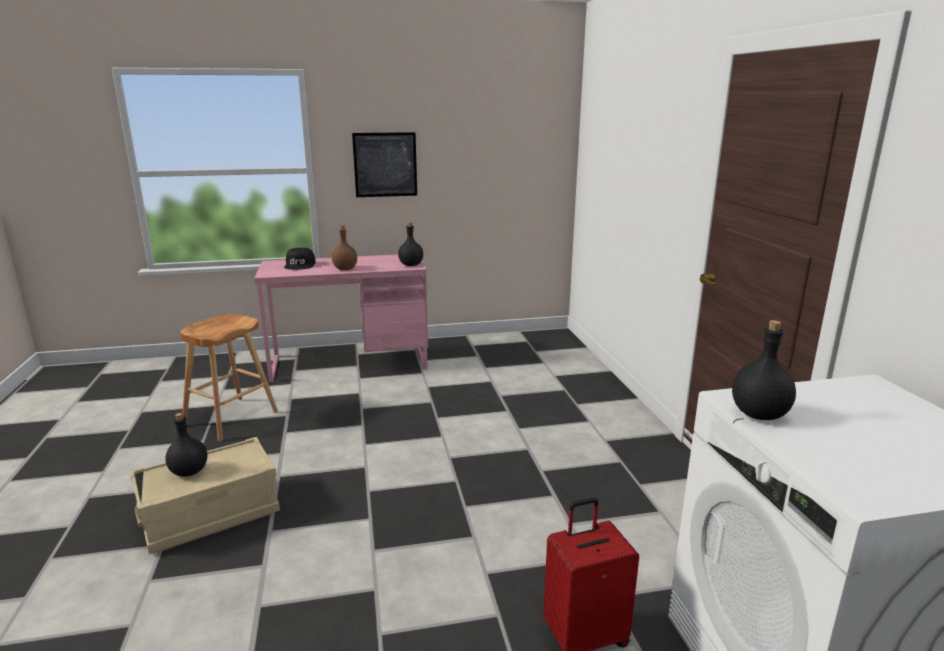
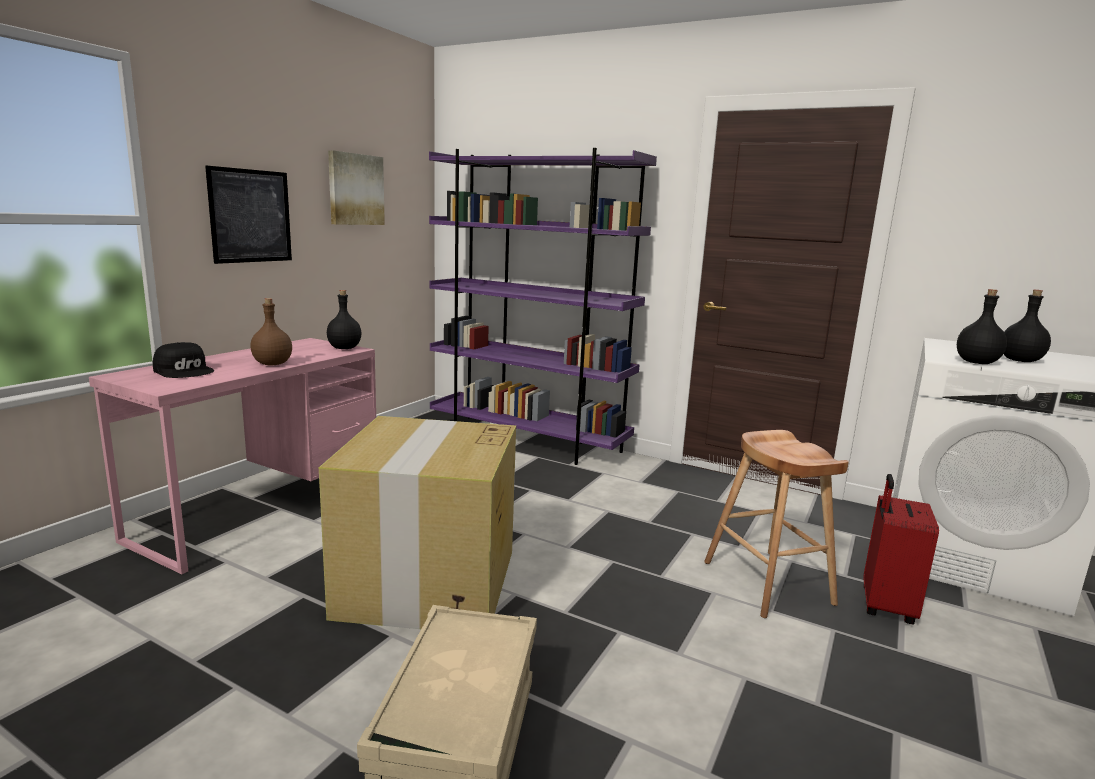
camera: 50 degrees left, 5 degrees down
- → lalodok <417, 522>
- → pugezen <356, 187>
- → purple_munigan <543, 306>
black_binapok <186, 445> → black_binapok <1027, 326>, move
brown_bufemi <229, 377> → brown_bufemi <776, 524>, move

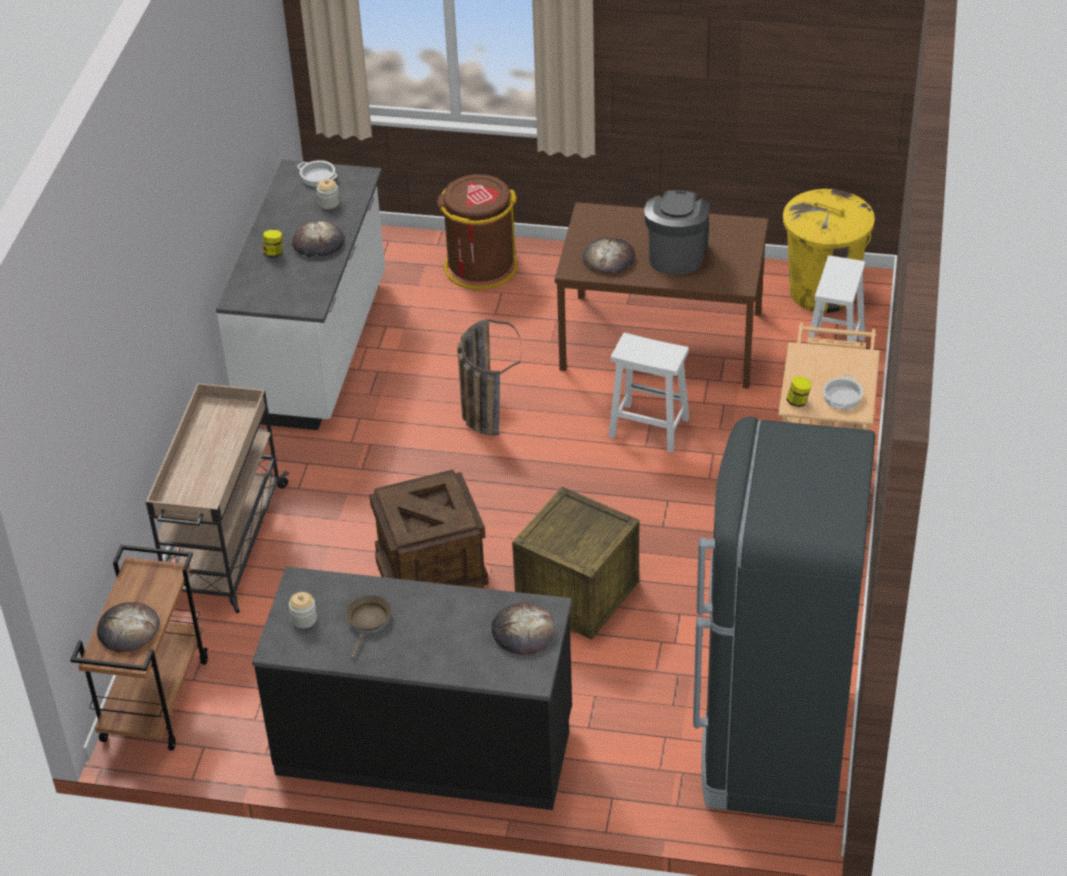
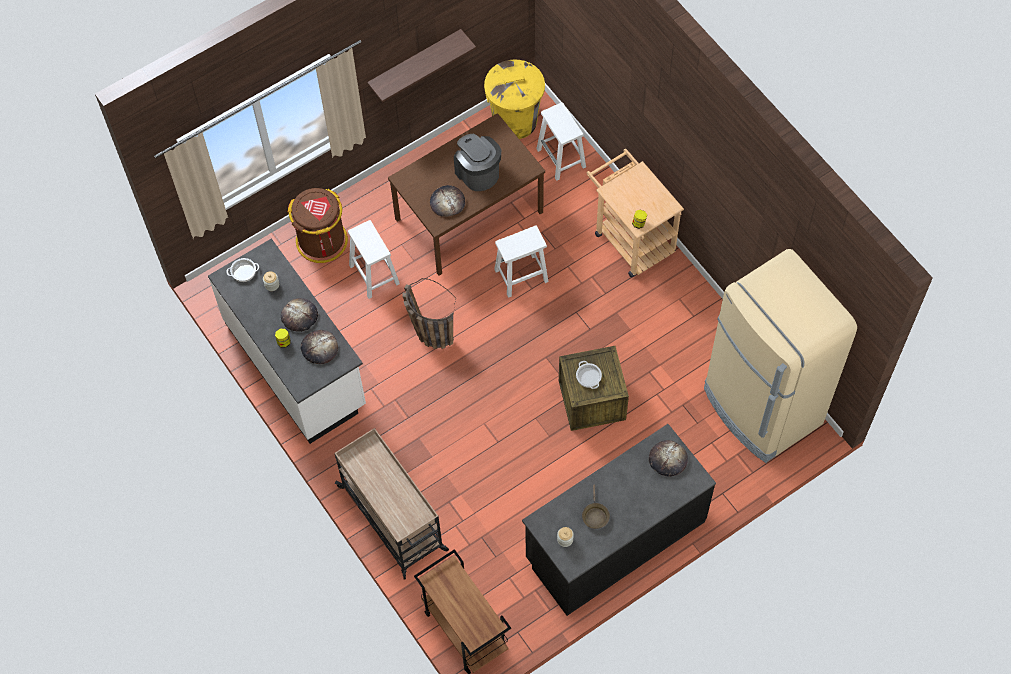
camera: 45 degrees left, 20 degrees up
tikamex <429, 529> → -
- → white_bufemi <374, 259>
- → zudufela <421, 66>
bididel <128, 627> → bididel <319, 347>, move
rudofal <843, 392> → rudofal <589, 375>, move
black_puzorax <784, 620> → beige_puzorax <780, 356>
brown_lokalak <368, 627> → brown_lokalak <596, 507>, 150 degrees counterclockwise

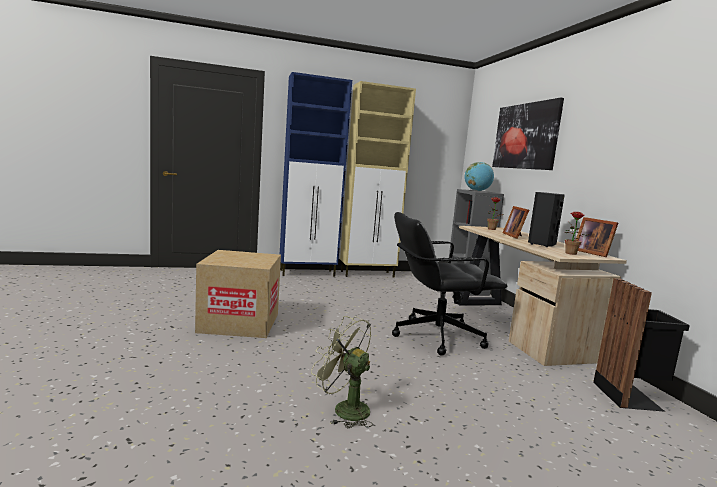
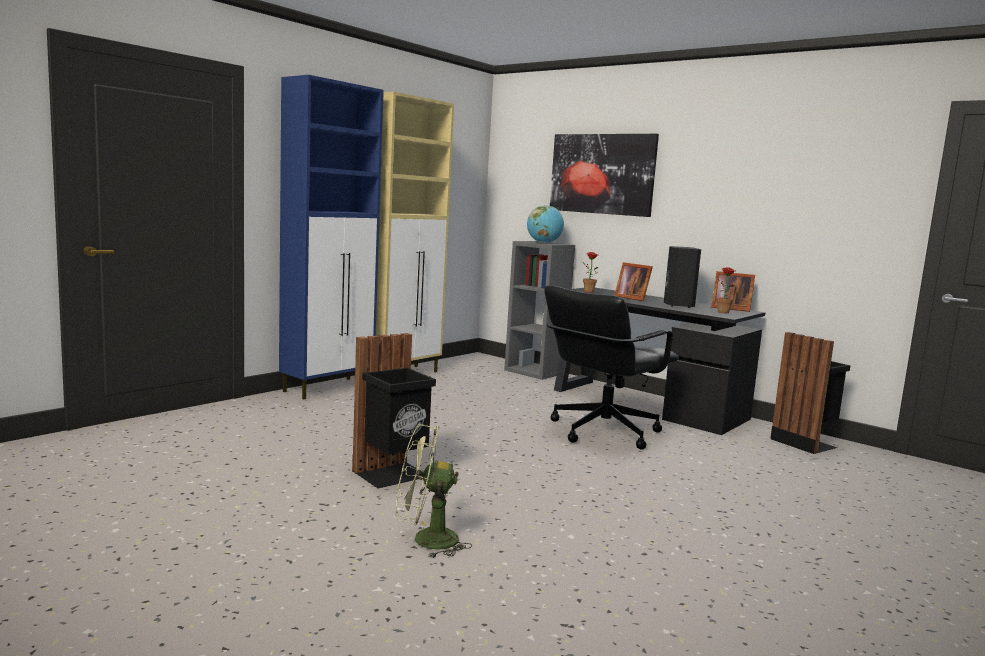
camera: 35 degrees left, 0 degrees up
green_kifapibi <342, 372> → green_kifapibi <434, 491>, move
lalodok <238, 294> → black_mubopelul <394, 411>
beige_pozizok <542, 296> → black_pozizok <659, 361>

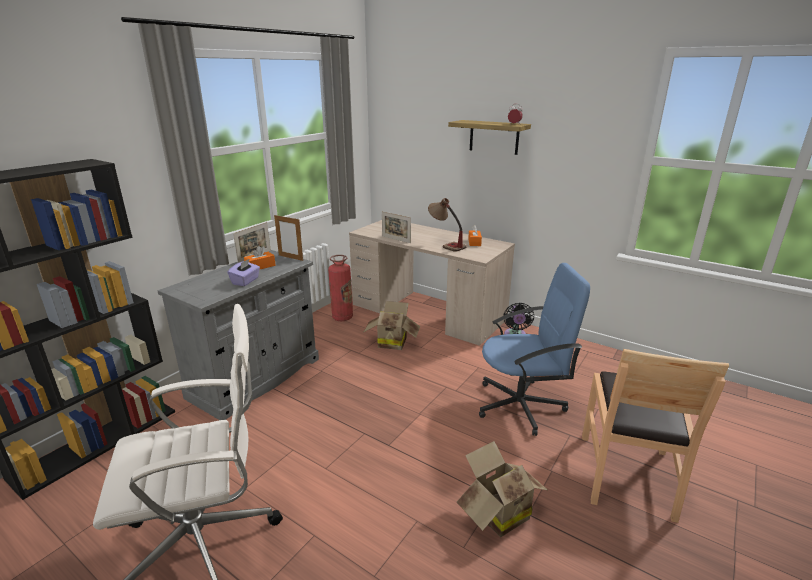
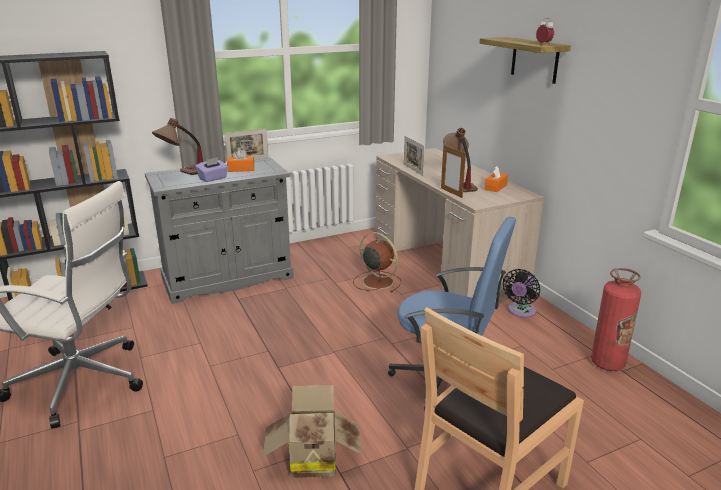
camera: 30 degrees right, 0 degrees up
- → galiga <177, 146>
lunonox <288, 237> → lunonox <453, 171>, move
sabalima <340, 288> → sabalima <616, 319>, move
lalodok <391, 325> → brown_kifapibi <377, 262>

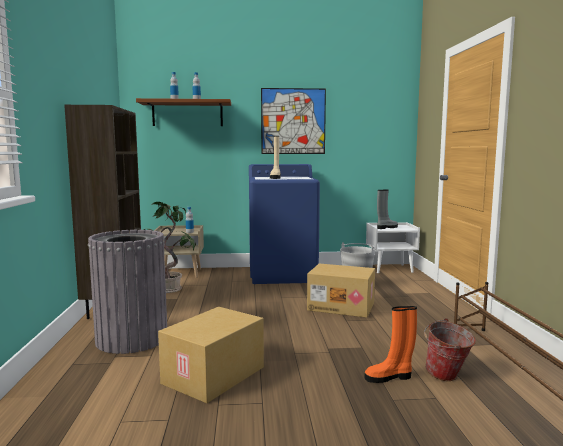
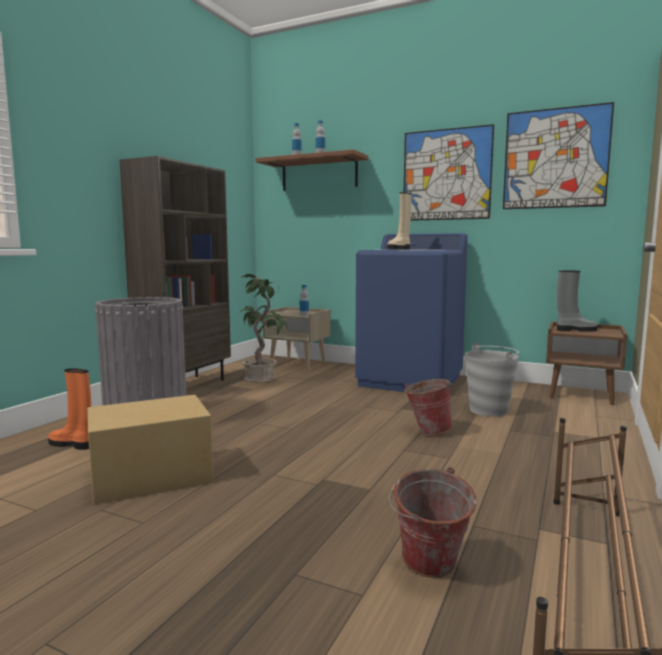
camera: 30 degrees right, 0 degrees up
- → pugezen <558, 155>
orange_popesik <390, 344> → orange_popesik <69, 409>, move
lalodok <341, 290> → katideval <428, 407>
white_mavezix <393, 247> → brown_mavezix <586, 363>

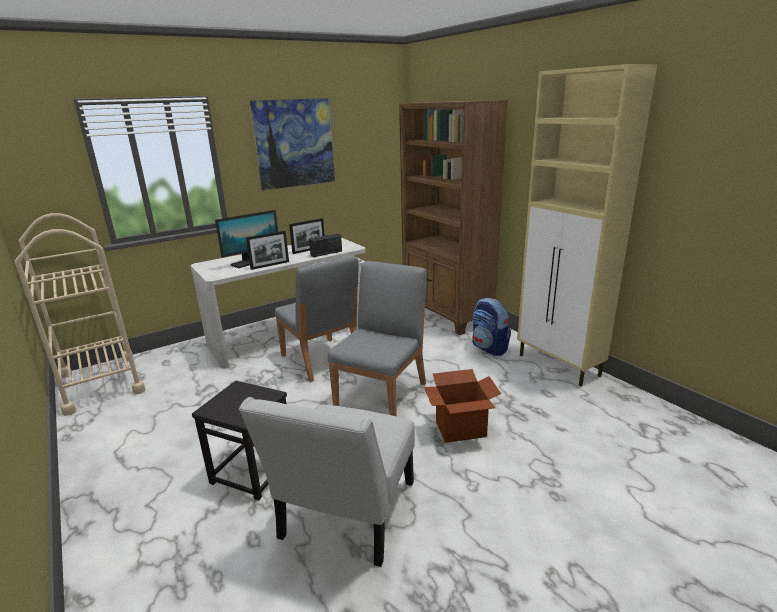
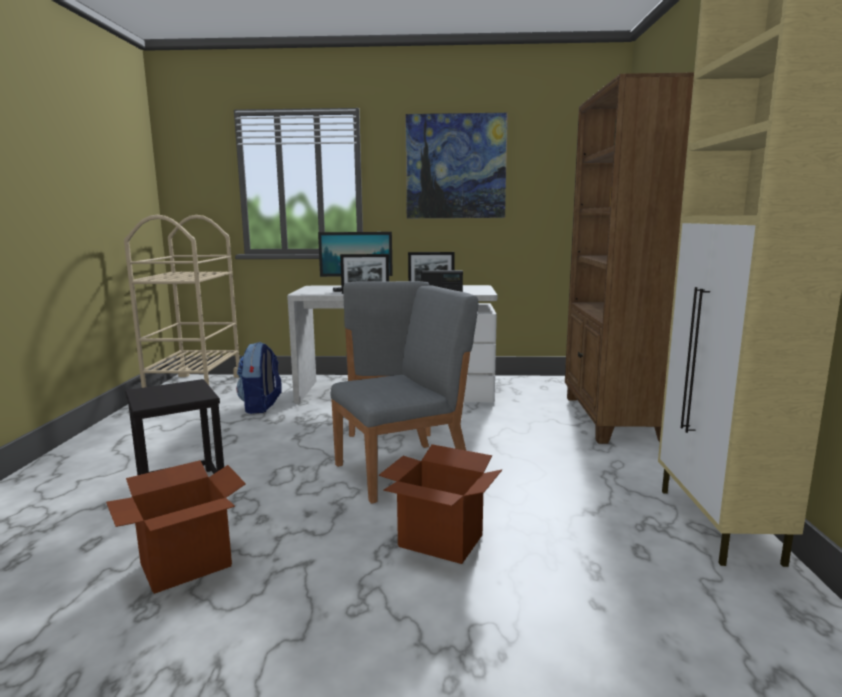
camera: 35 degrees right, 10 degrees down
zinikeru <491, 327> → zinikeru <259, 378>, move
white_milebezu <327, 482> → lalodok <176, 527>

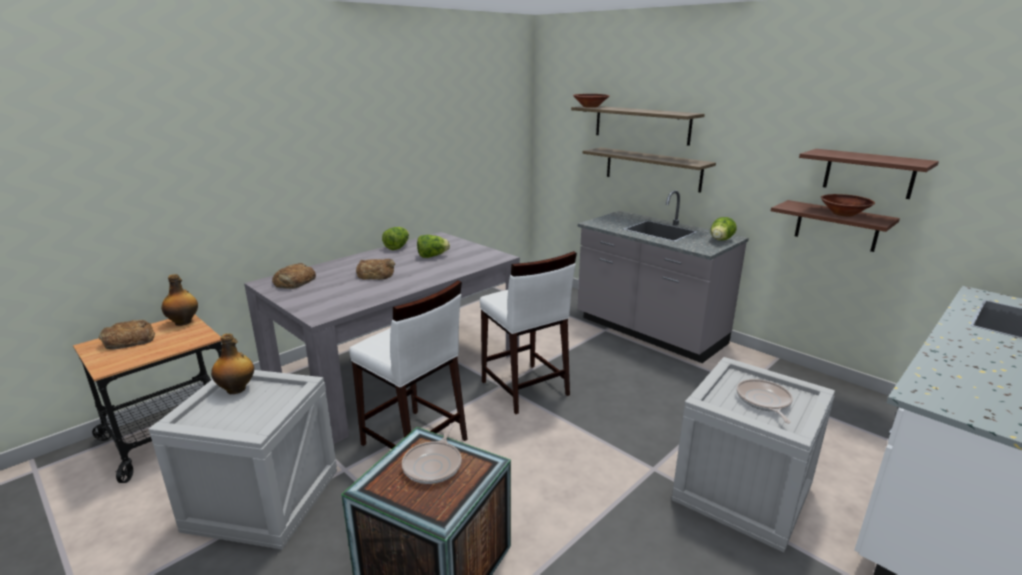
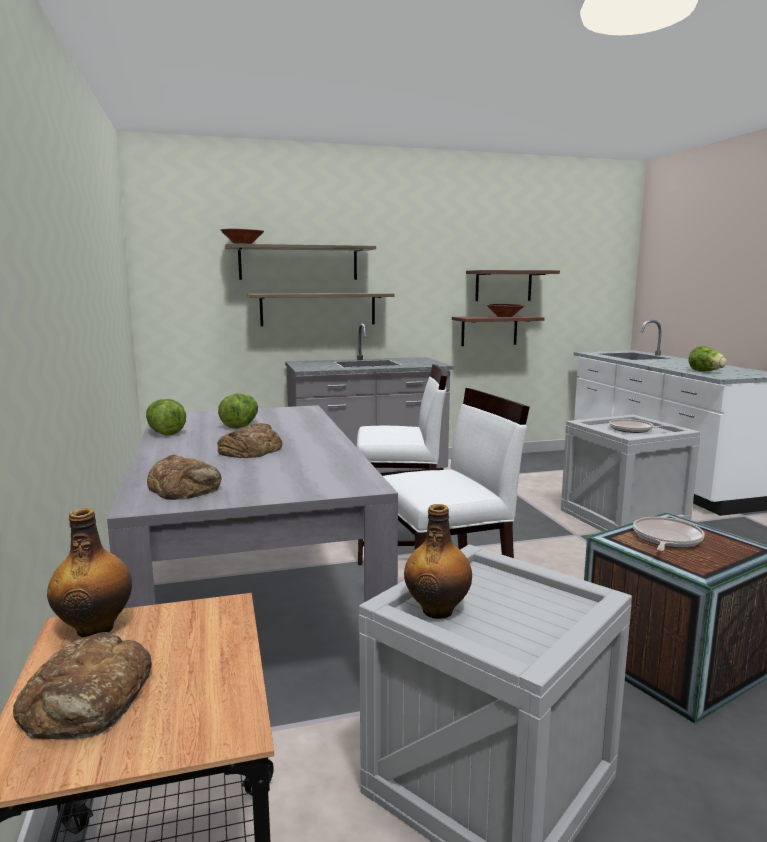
camera: 60 degrees left, 10 degrees down
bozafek <723, 228> → bozafek <708, 359>, move
lokalak <432, 453> → lokalak <669, 534>, 105 degrees counterclockwise

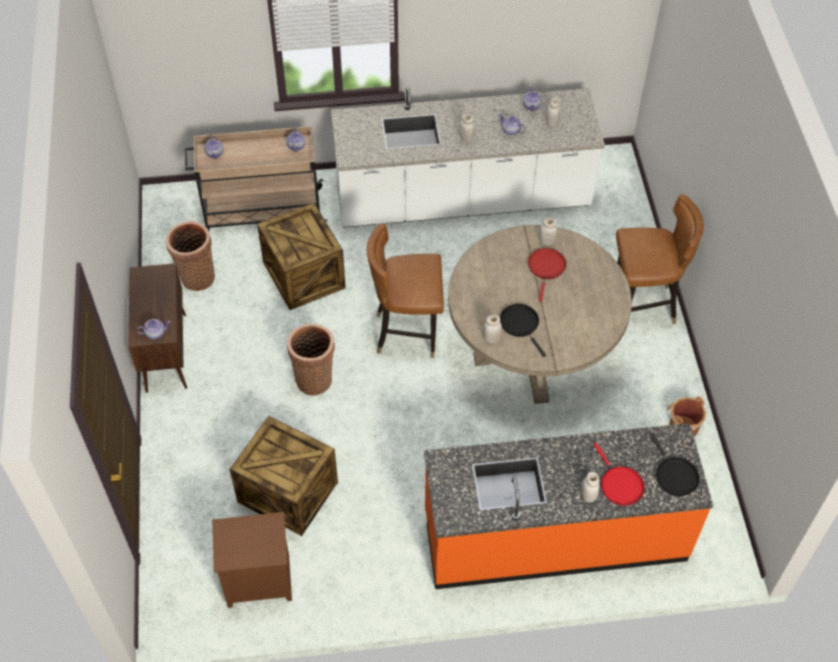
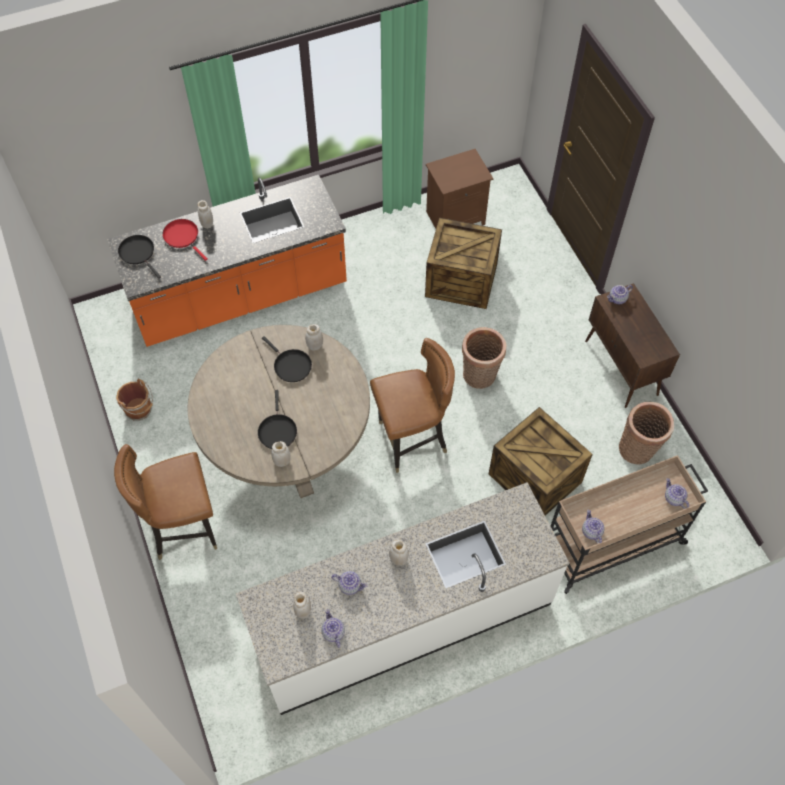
camera: 165 degrees right, 5 degrees up
red_lokalak <547, 274> → black_lokalak <277, 419>

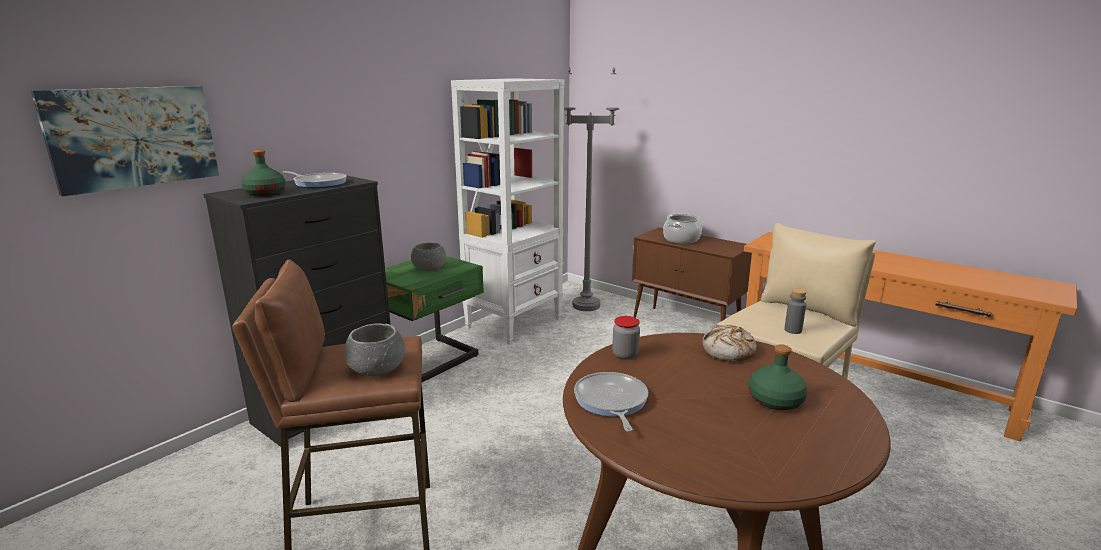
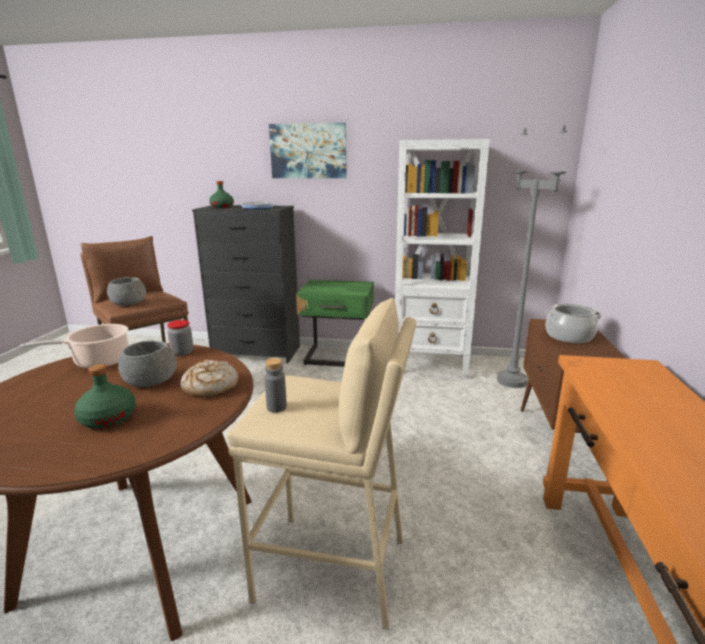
camera: 60 degrees right, 0 degrees up
pugezen <125, 141> → pugezen <308, 150>, move
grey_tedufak <428, 256> → grey_tedufak <147, 363>, move
lokalak <611, 402> → rudofal <74, 346>

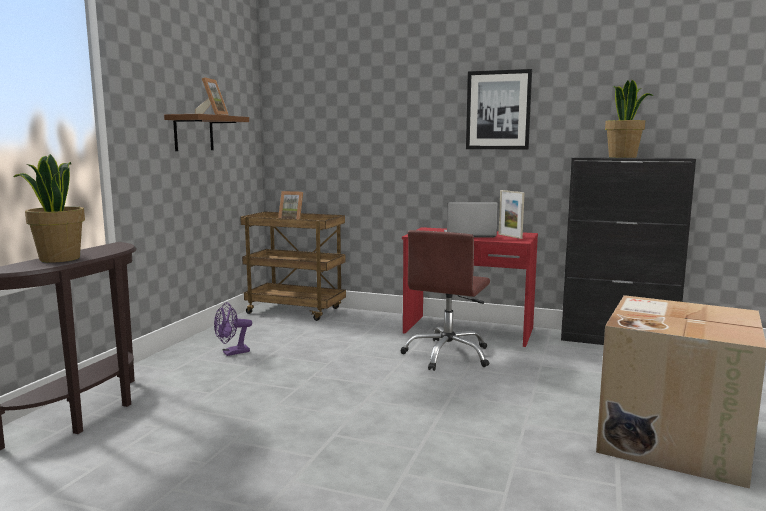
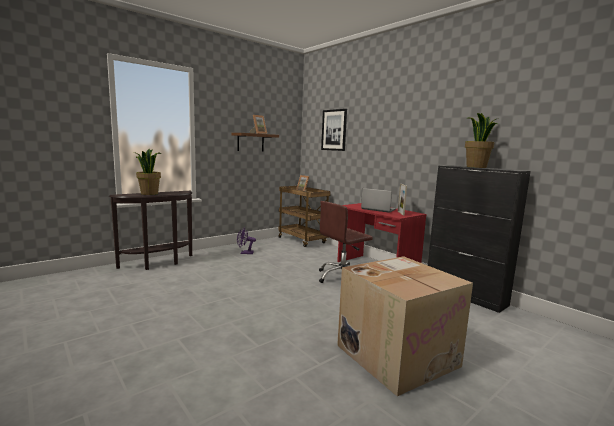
camera: 30 degrees right, 0 degrees up
pugezen <499, 109> → pugezen <334, 130>, move

